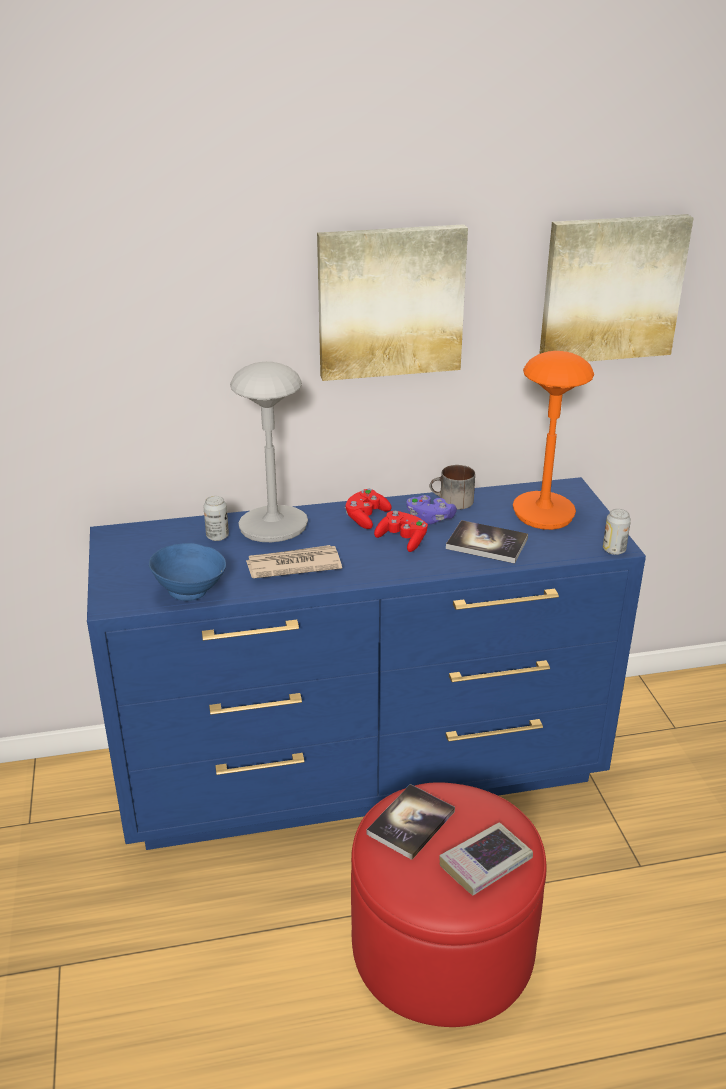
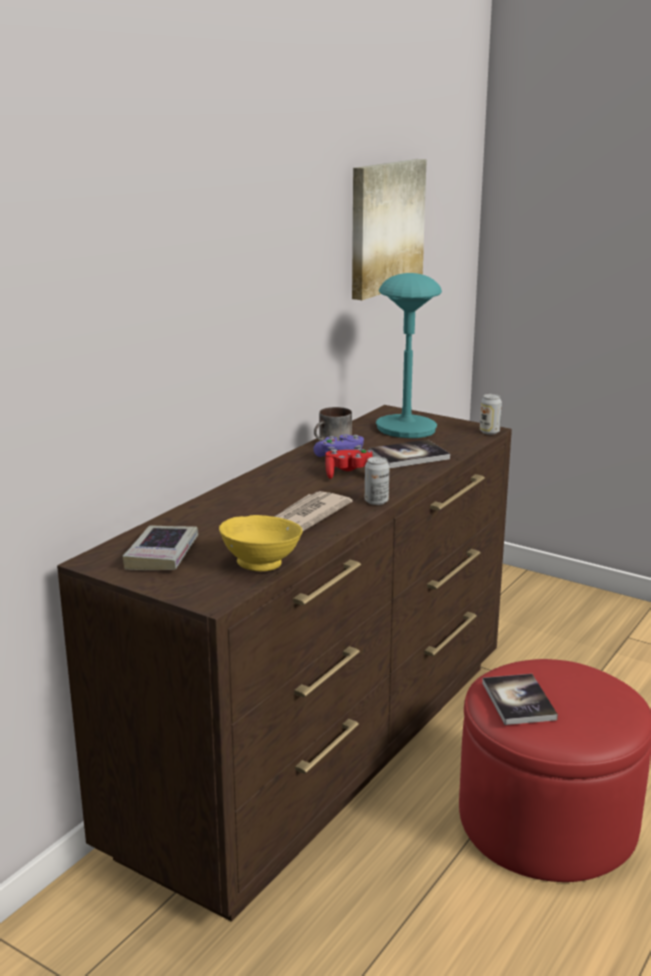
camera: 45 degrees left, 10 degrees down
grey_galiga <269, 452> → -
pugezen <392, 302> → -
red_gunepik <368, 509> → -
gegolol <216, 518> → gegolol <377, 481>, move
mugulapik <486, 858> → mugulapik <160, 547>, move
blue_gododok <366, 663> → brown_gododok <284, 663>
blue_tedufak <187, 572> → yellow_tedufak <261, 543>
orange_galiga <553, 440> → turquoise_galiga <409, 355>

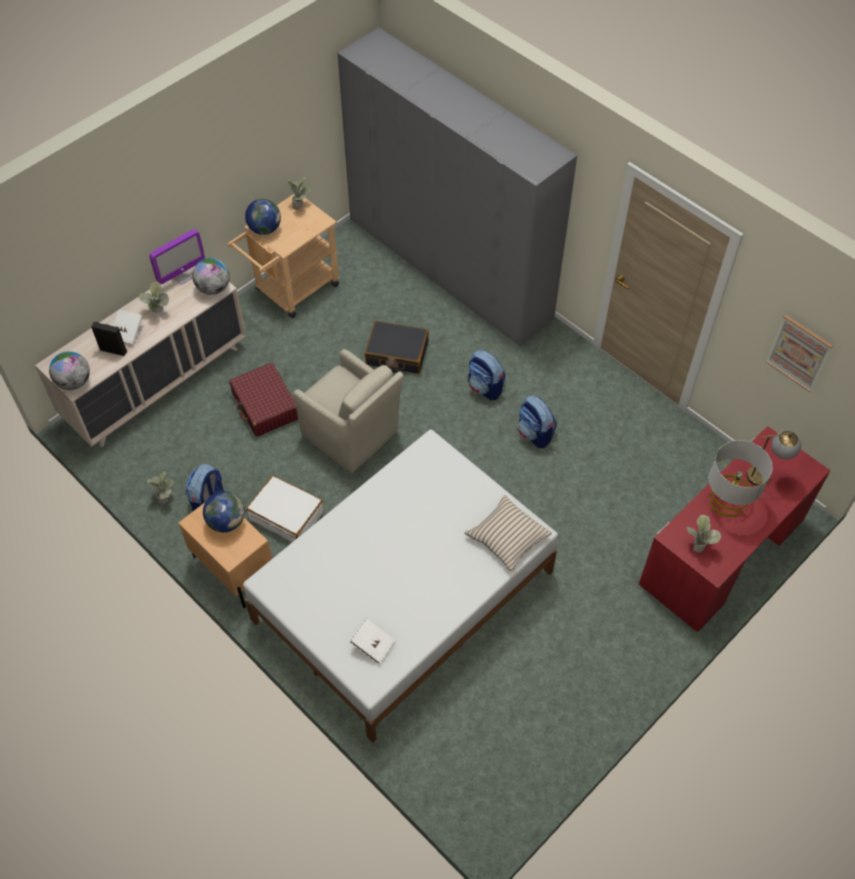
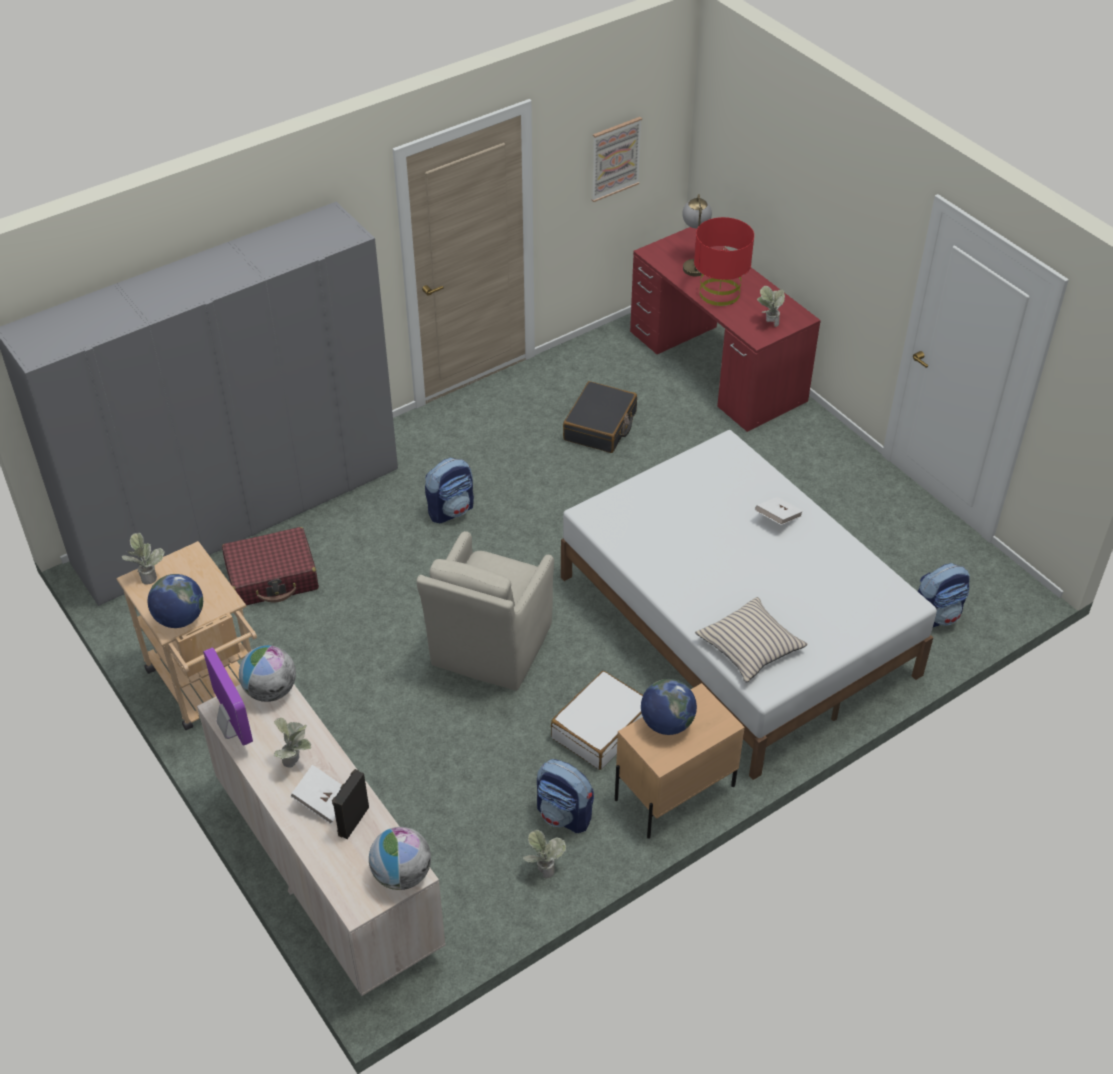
camera: 80 degrees left, 10 degrees down
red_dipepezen <263, 400> → red_dipepezen <270, 566>, move
white_mugulapik <372, 641> → white_mugulapik <779, 511>, move
black_dipepezen <397, 347> → black_dipepezen <600, 417>, move
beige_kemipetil <508, 533> → beige_kemipetil <751, 640>, move
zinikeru <537, 421> → zinikeru <944, 595>, move
grey_galiga <741, 478> → red_galiga <724, 261>
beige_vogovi <348, 411> → beige_vogovi <485, 611>, 150 degrees clockwise

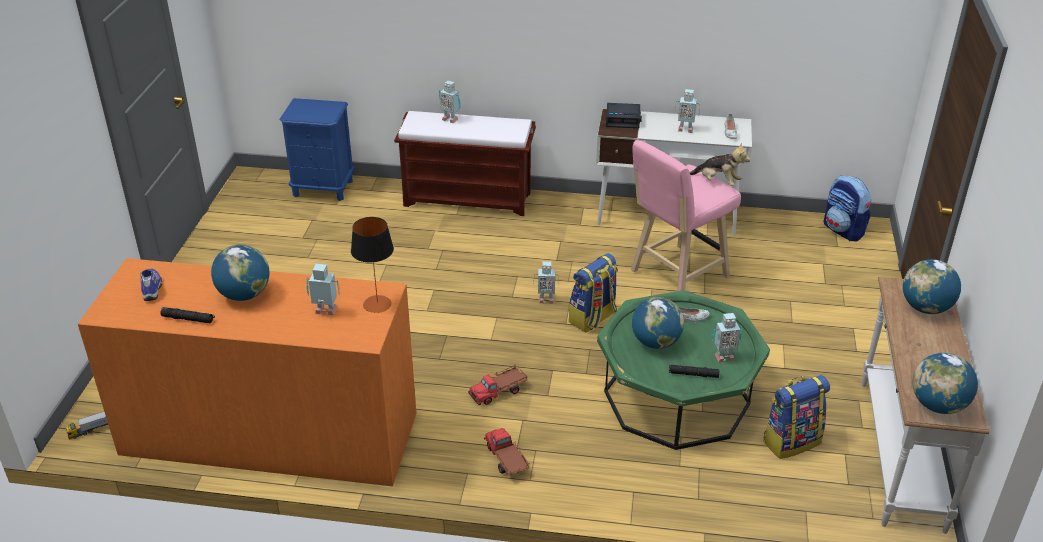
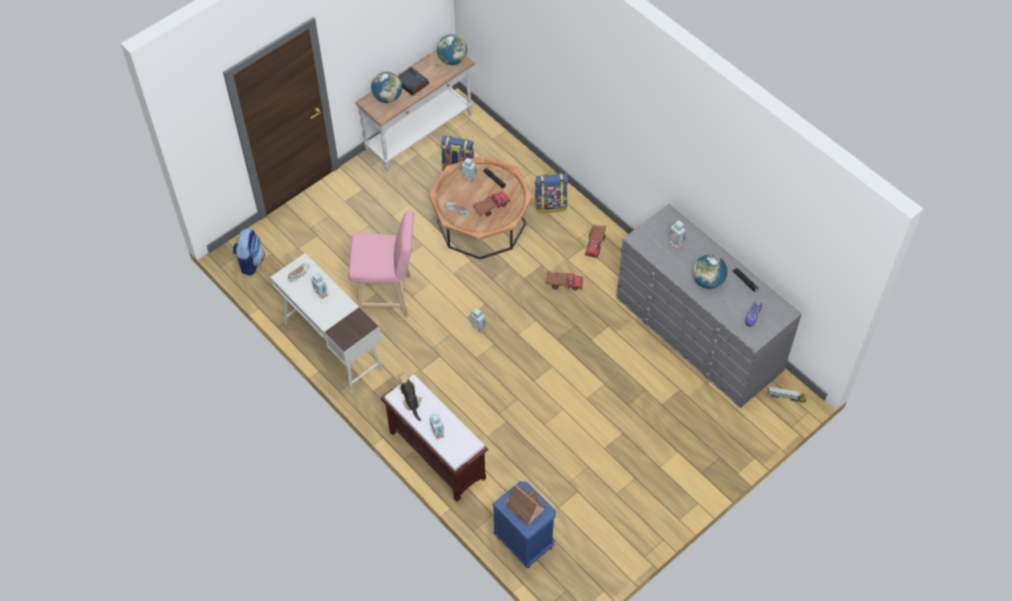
camera: 140 degrees left, 20 degrees up
galiga <372, 265> → -
- → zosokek <525, 505>
zinikeru <593, 292> → zinikeru <551, 192>, move
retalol <624, 115> → retalol <413, 81>, move
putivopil <720, 164> → putivopil <409, 395>, move
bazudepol <658, 323> → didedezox <491, 204>
orange_gododok <247, 372> → grey_gododok <709, 306>
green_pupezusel <683, 370> → brown_pupezusel <481, 207>

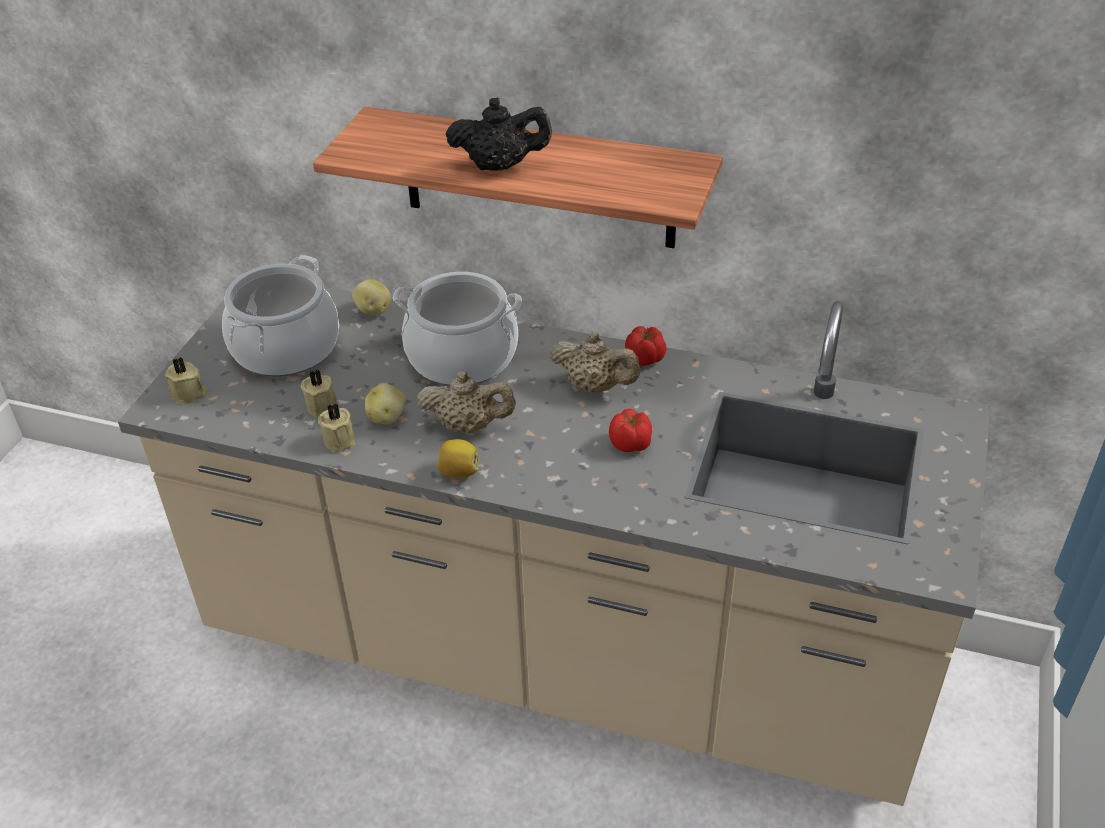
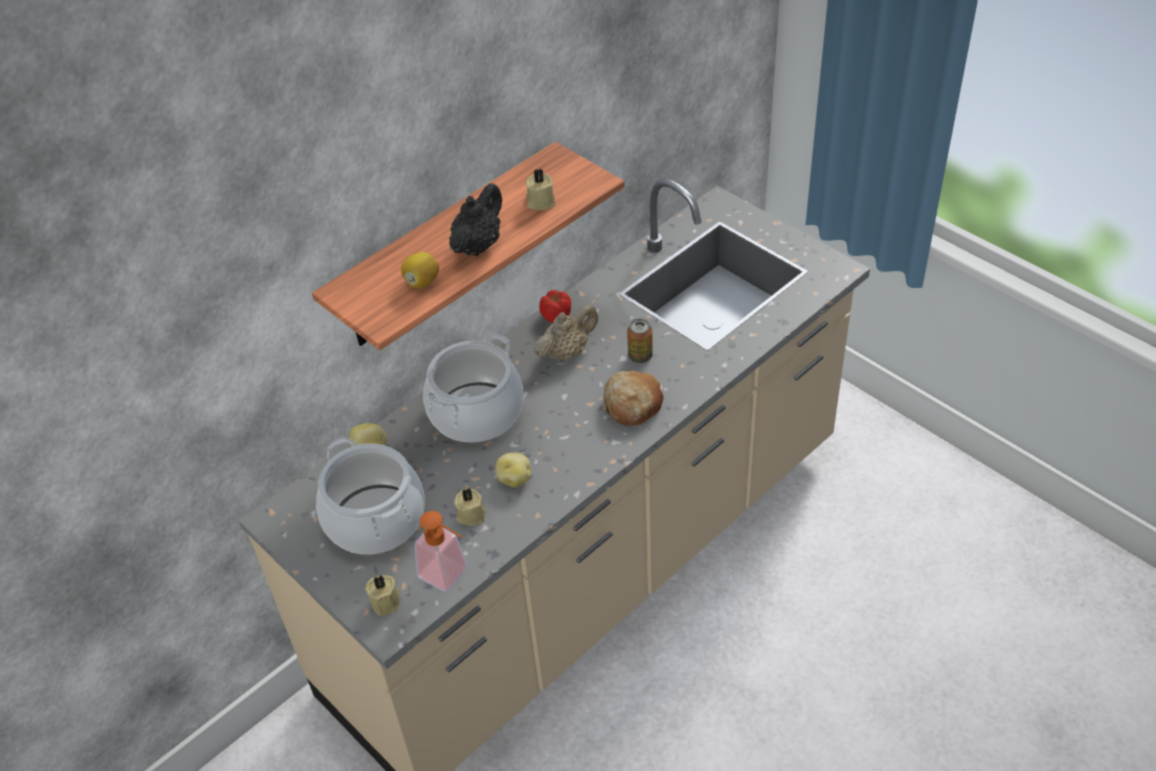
camera: 60 degrees left, 5 degrees up
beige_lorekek <466, 402> → -
- → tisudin <441, 551>
- → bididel <633, 398>
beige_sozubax <336, 428> → beige_sozubax <540, 189>, move
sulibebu <458, 458> → sulibebu <420, 270>, move
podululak <630, 430> → gegolol <640, 341>

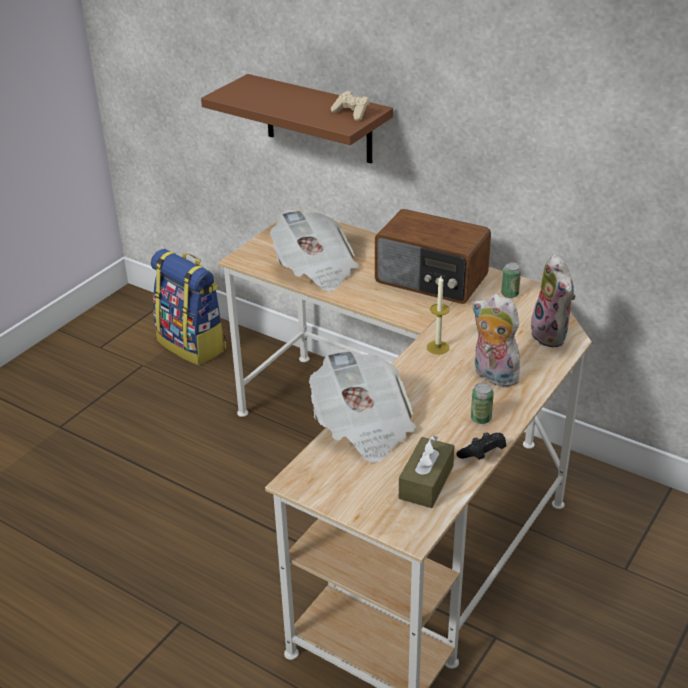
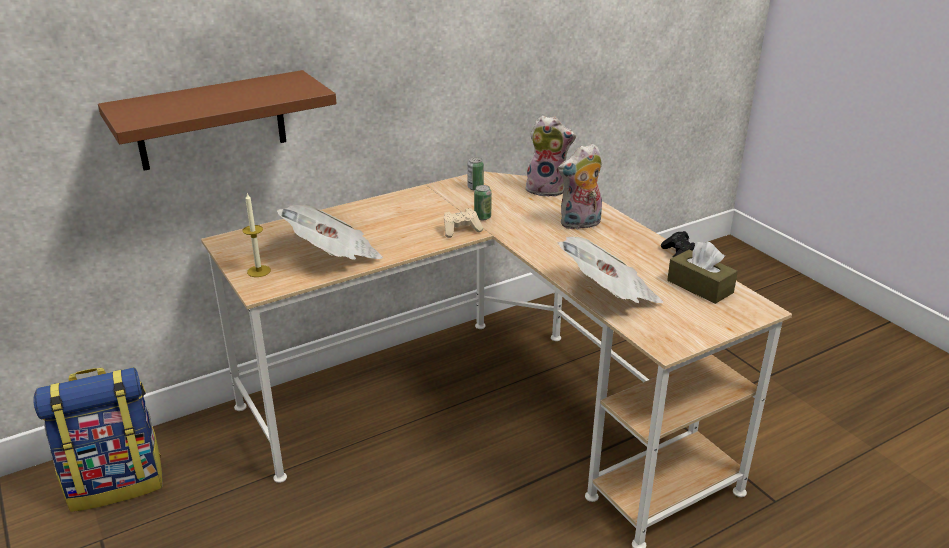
camera: 65 degrees left, 5 degrees down
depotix <433, 256> → -
beige_gunepik <350, 106> → beige_gunepik <463, 223>, move
sozubax <438, 315> → sozubax <257, 235>, move
gegolol <482, 403> → gegolol <483, 202>, move

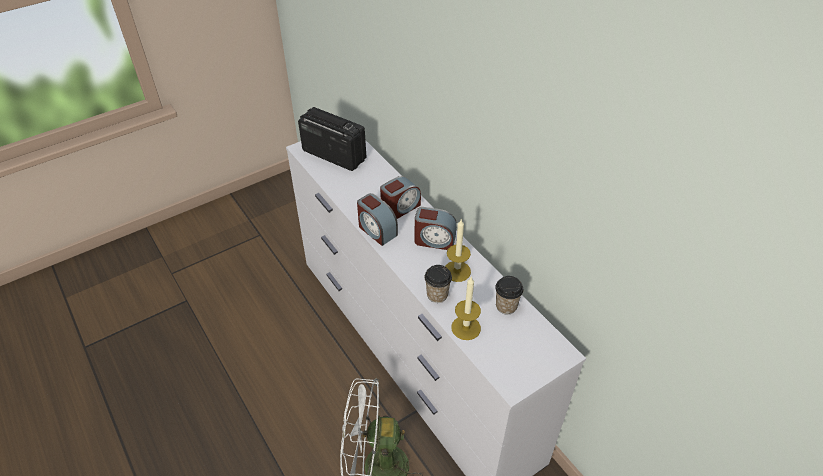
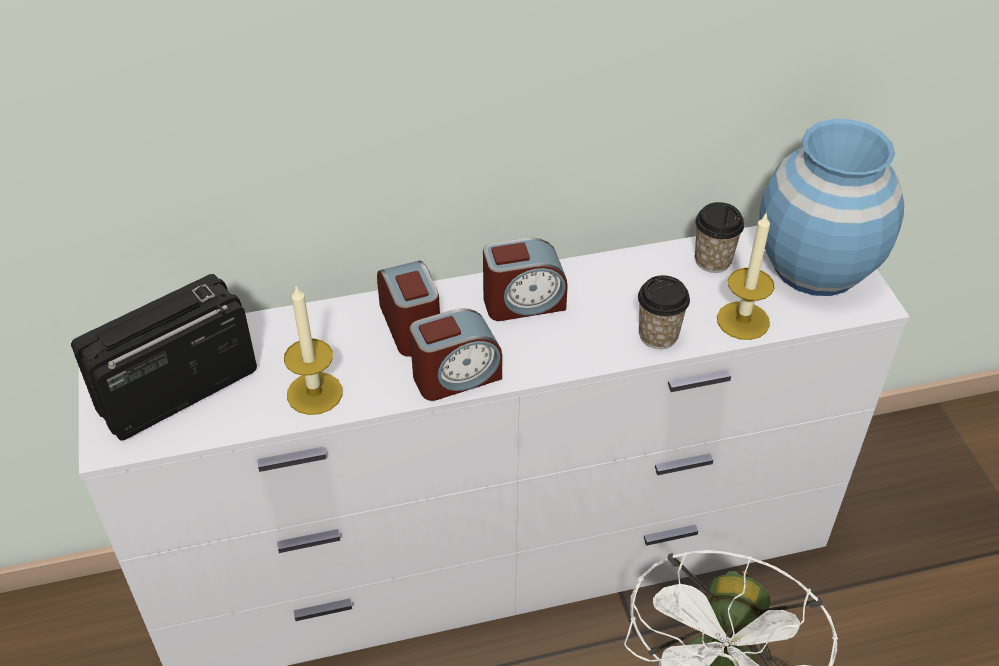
camera: 70 degrees left, 0 degrees up
- → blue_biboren <831, 207>
sozubax <458, 250> → sozubax <313, 350>, move
retalol <436, 228> → retalol <525, 279>, 45 degrees clockwise

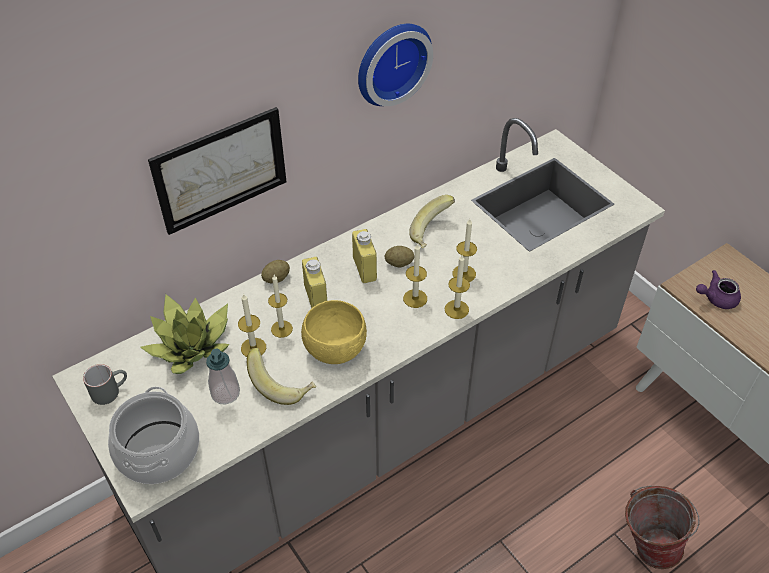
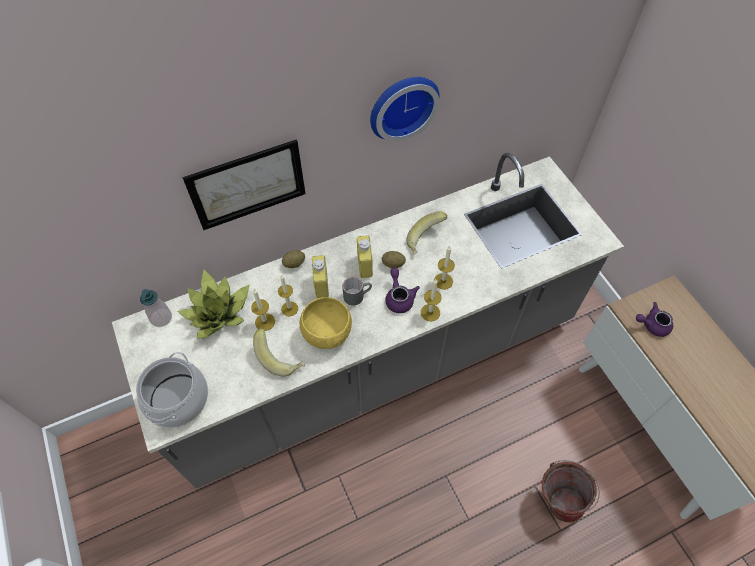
camera: 10 degrees right, 10 degrees up
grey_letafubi <105, 384> → grey_letafubi <357, 290>, move
tisudin <223, 376> → tisudin <156, 308>, move
sozubax <415, 275> → purple_lorekek <402, 290>

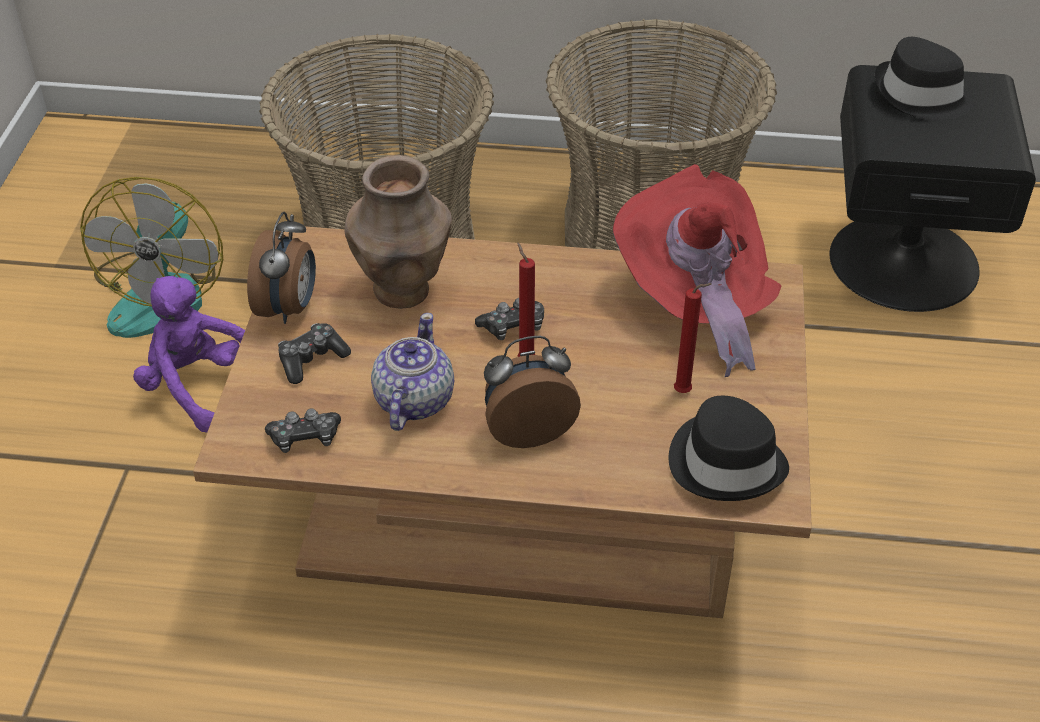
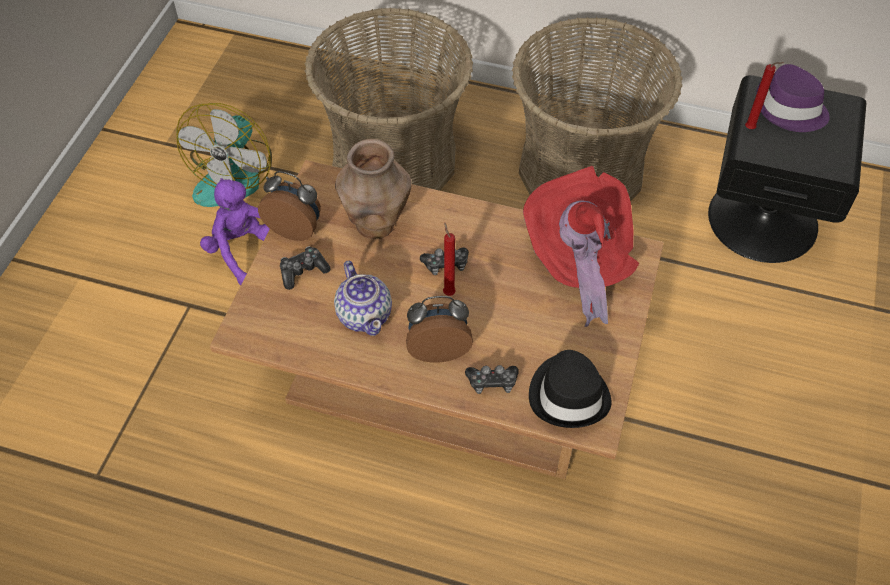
camera: 10 degrees right, 10 degrees up
gunepik <303, 430> → gunepik <492, 379>, move
red_sozubax <693, 338> → red_sozubax <764, 95>, move
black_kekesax <924, 78> → purple_kekesax <793, 98>
retalol <281, 268> → retalol <289, 206>, 90 degrees counterclockwise
lorekek <412, 372> → lorekek <363, 298>, 135 degrees clockwise

